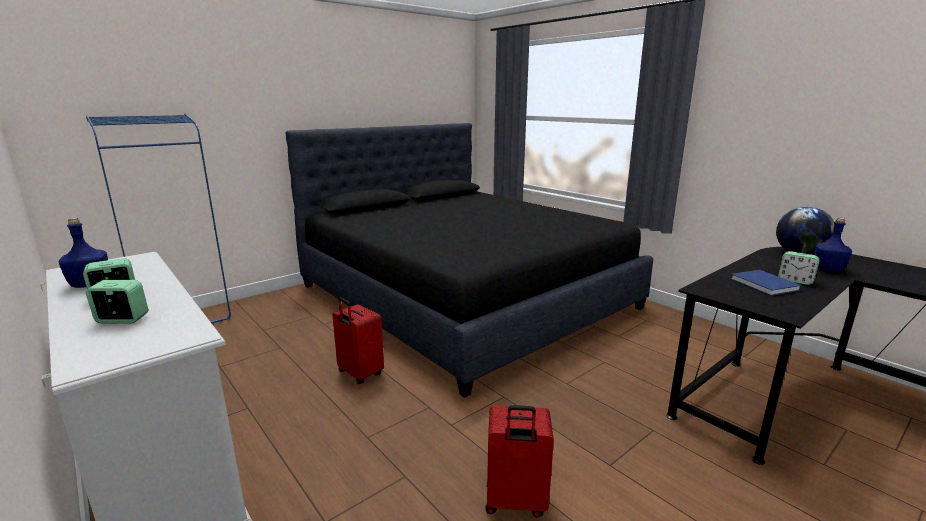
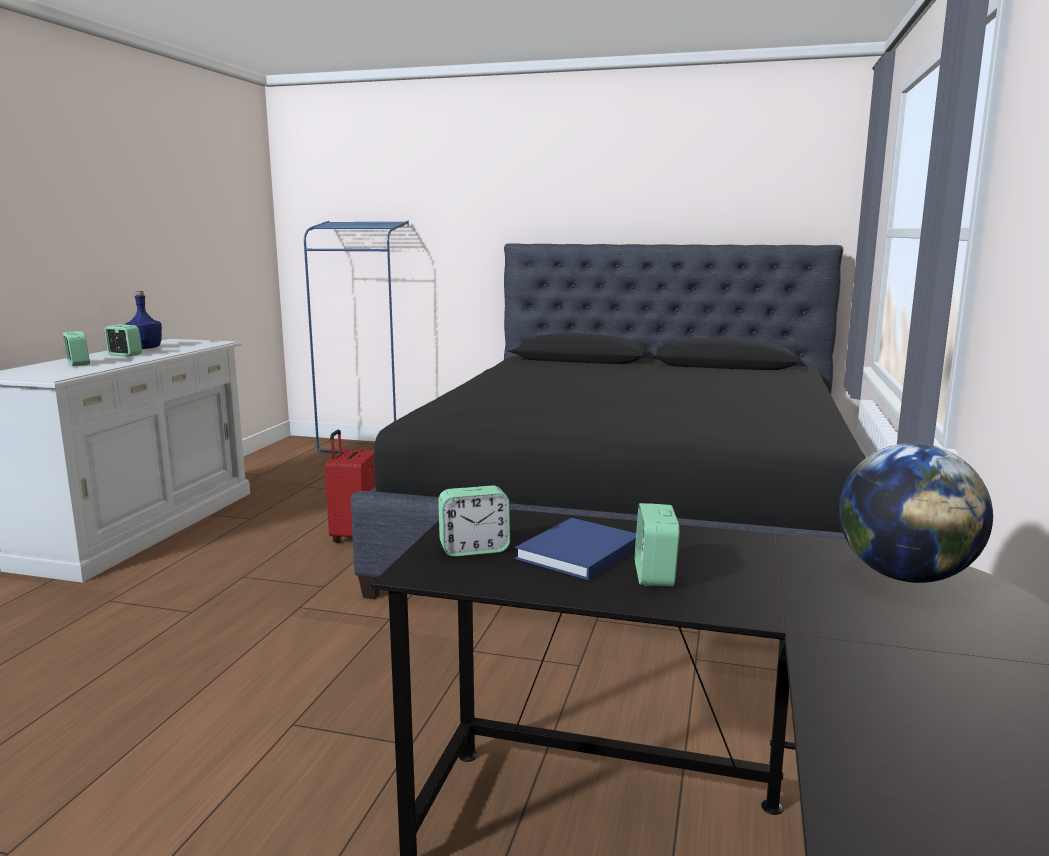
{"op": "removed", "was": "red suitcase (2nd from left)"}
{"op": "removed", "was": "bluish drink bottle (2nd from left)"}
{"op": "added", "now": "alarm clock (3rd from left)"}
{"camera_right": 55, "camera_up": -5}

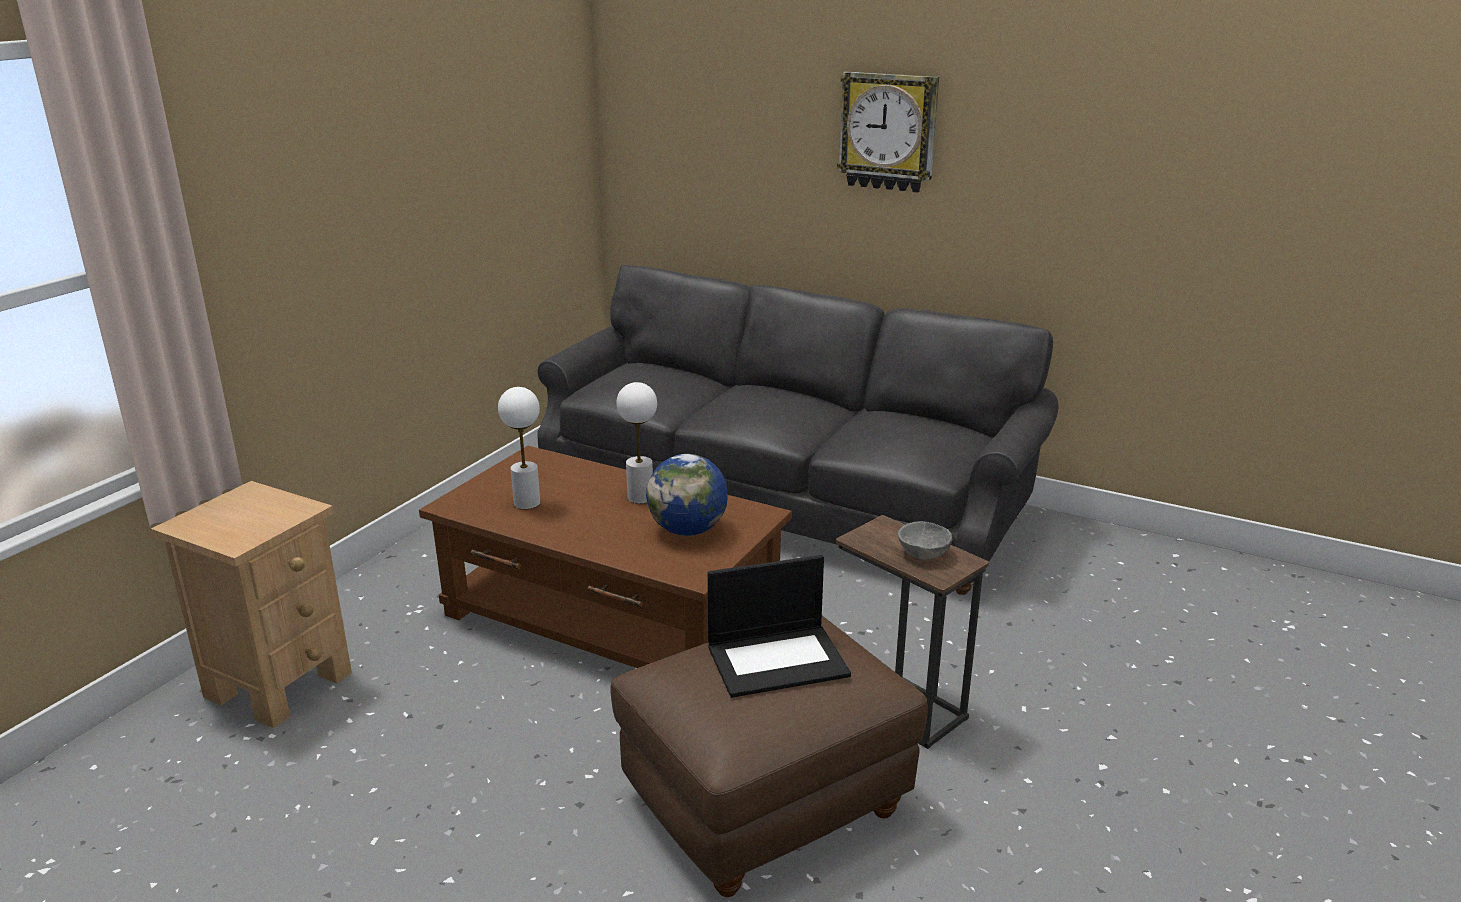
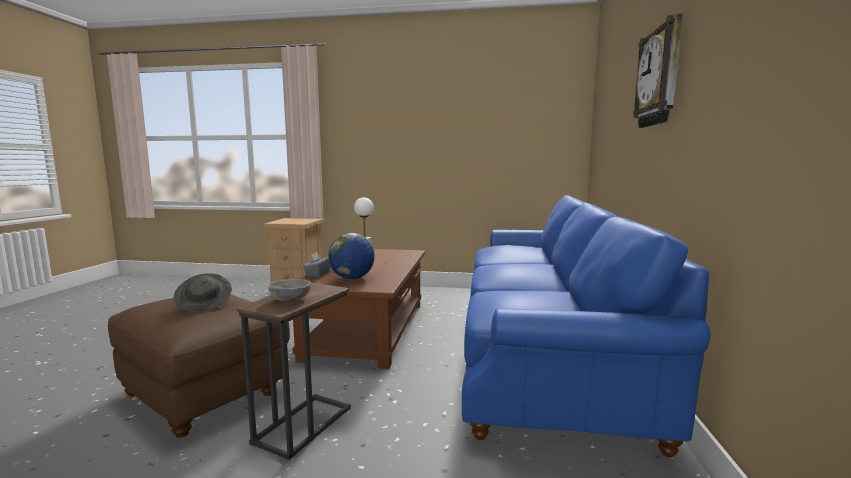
{"op": "removed", "was": "white lamp for a table (2nd from left)"}
{"op": "added", "now": "gray tissue box"}
{"op": "replaced", "was": "laptop", "now": "gray hat"}
{"op": "recoloured", "was": "black couch", "now": "bluish couch"}
{"camera_right": 70, "camera_up": -15}

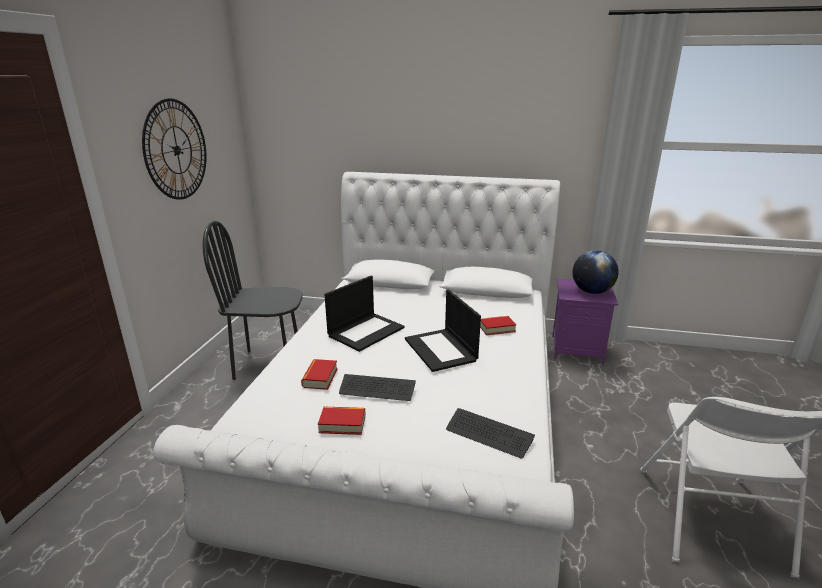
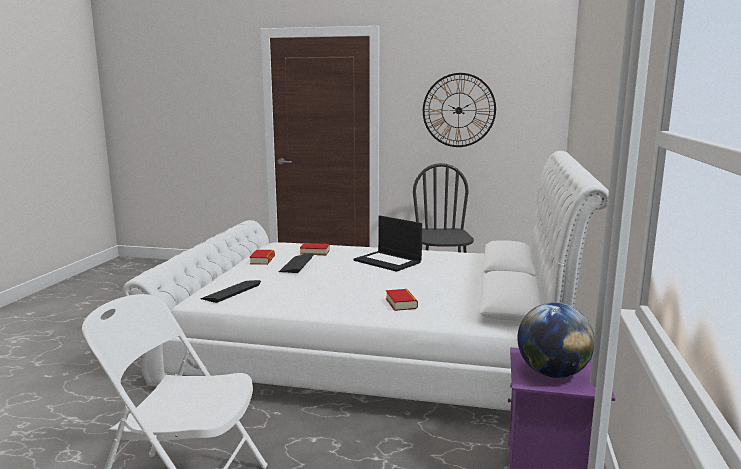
{"op": "removed", "was": "laptop (2nd from left)"}
{"camera_right": 90, "camera_up": -10}

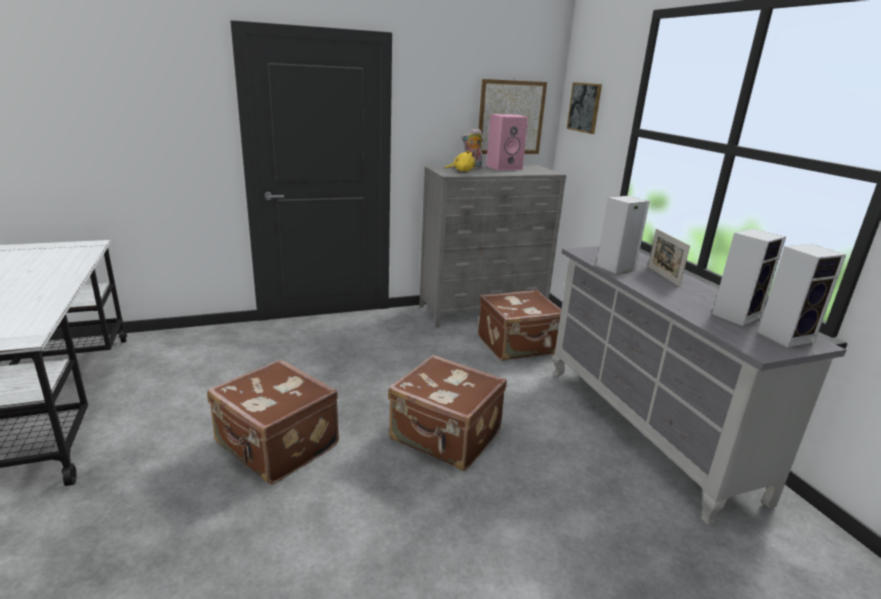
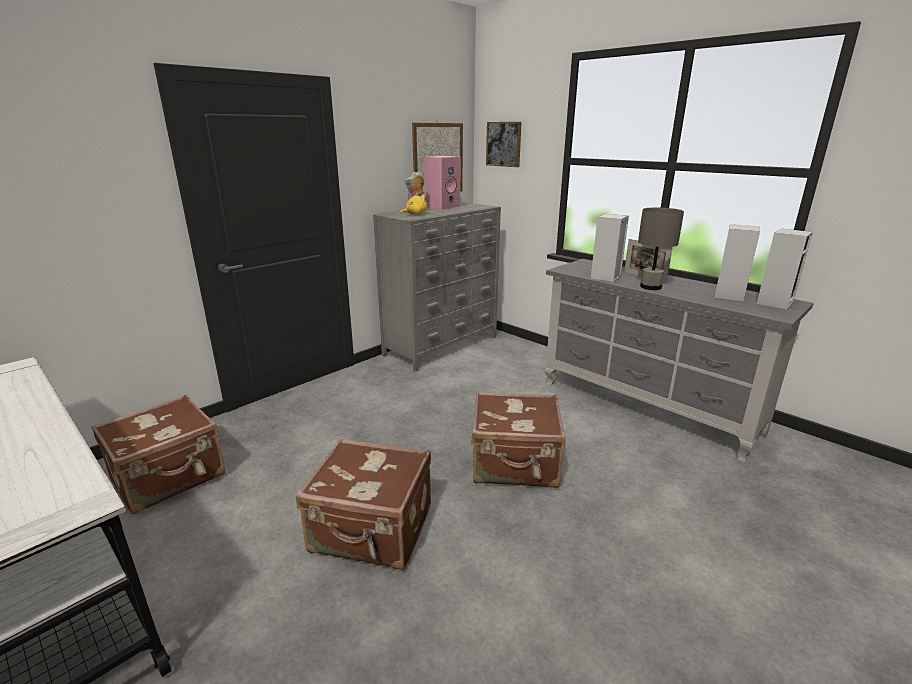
{"op": "added", "now": "gray lamp for a table"}
{"op": "moved", "was": "brownish suitcase (3rd from left in the first image)", "now": "brownish suitcase (1st from left)"}
{"camera_right": -25, "camera_up": 0}

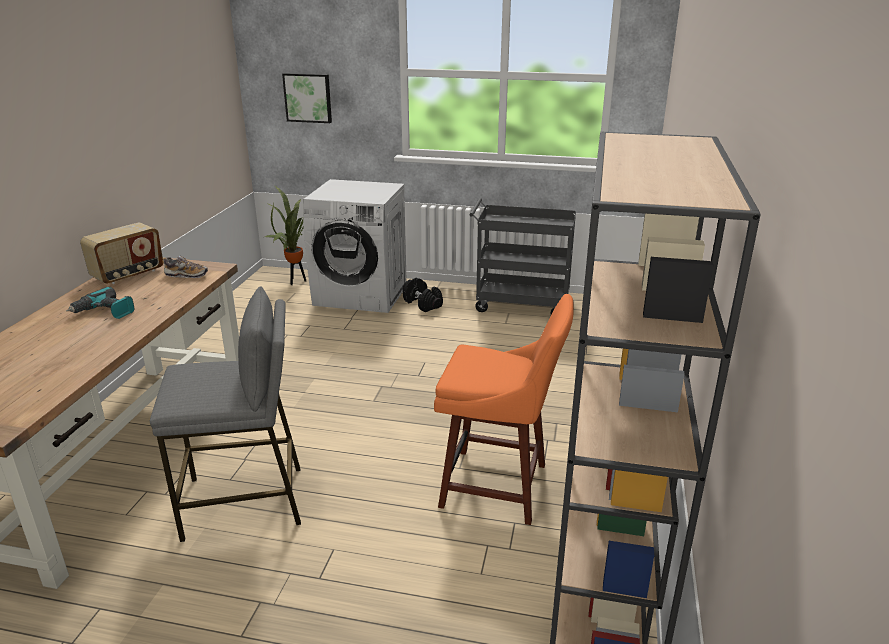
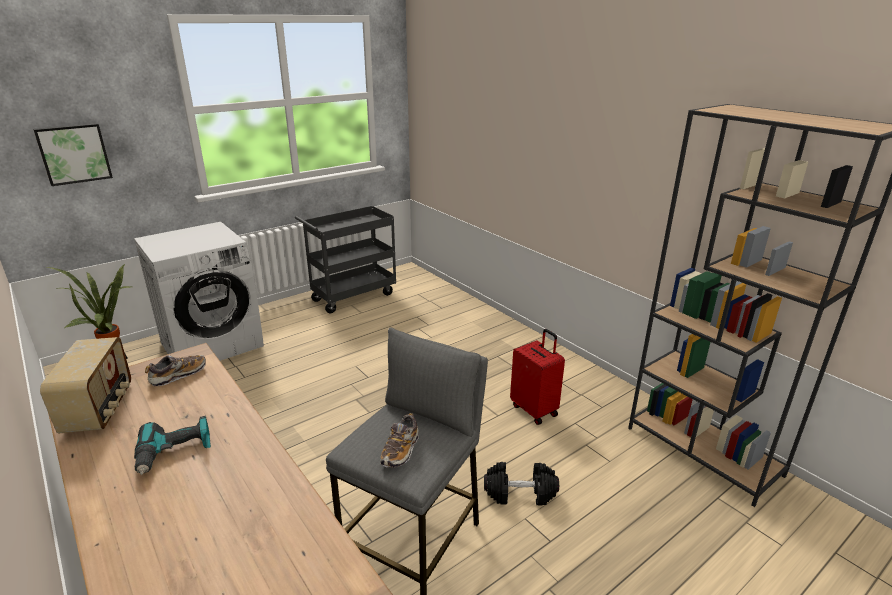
{"op": "added", "now": "item of footwear (2nd from left)"}
{"op": "moved", "was": "black free weight"}
{"op": "replaced", "was": "orange-coloured sitting stool", "now": "red suitcase"}
{"camera_right": -50, "camera_up": 0}

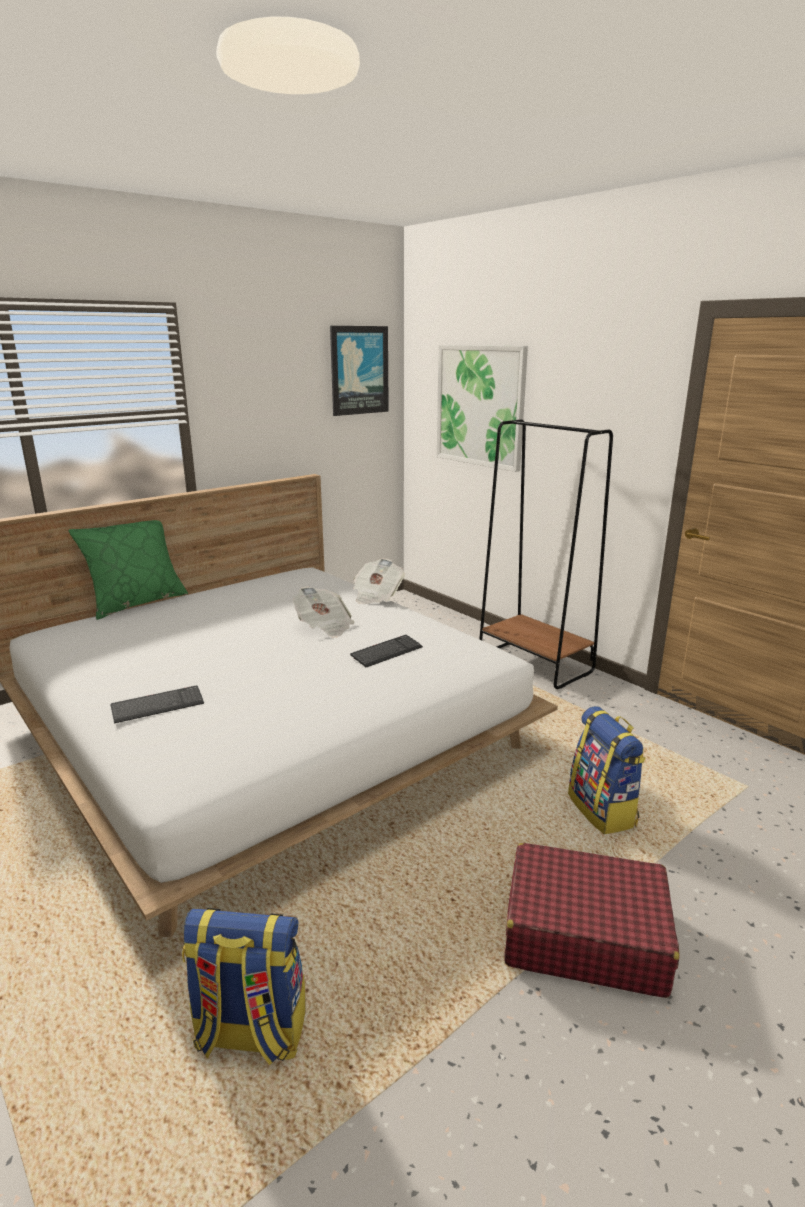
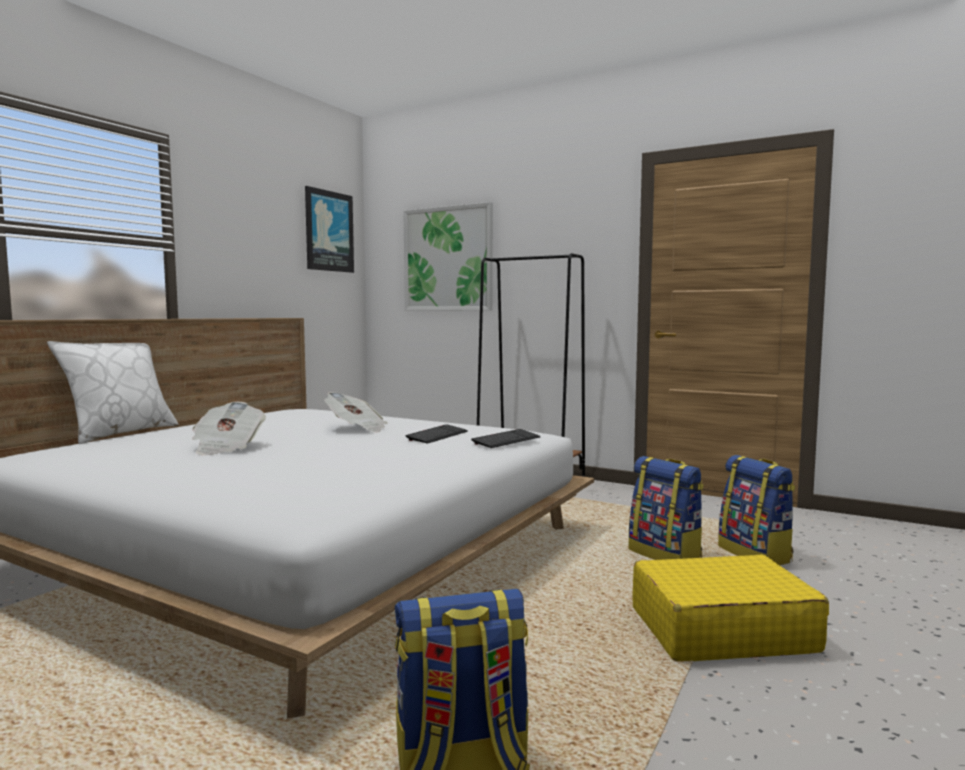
{"op": "added", "now": "backpack (3rd from left)"}
{"op": "moved", "was": "PC keyboard (1st from left in the first image)", "now": "PC keyboard (2nd from left)"}
{"op": "moved", "was": "daily paper (2nd from left in the first image)", "now": "daily paper (1st from left)"}
{"op": "recoloured", "was": "greenish cushion", "now": "white cushion"}
{"op": "recoloured", "was": "red suitcase", "now": "yellow suitcase"}
{"camera_right": -20, "camera_up": -15}

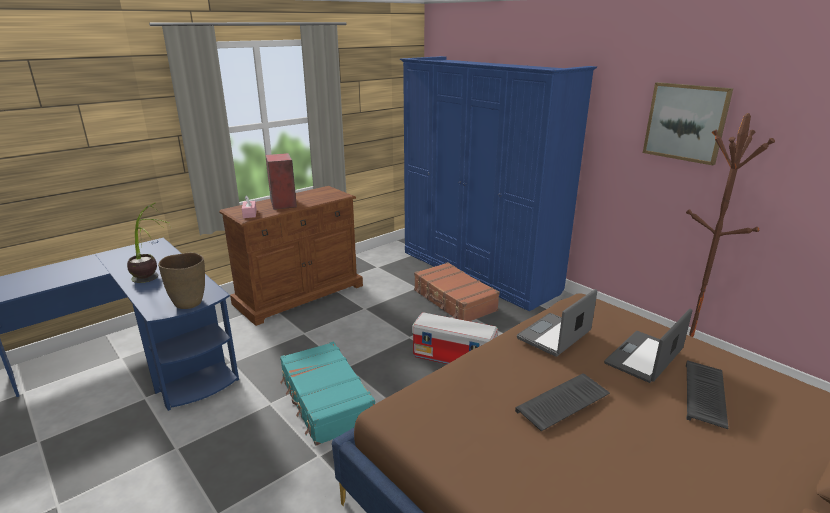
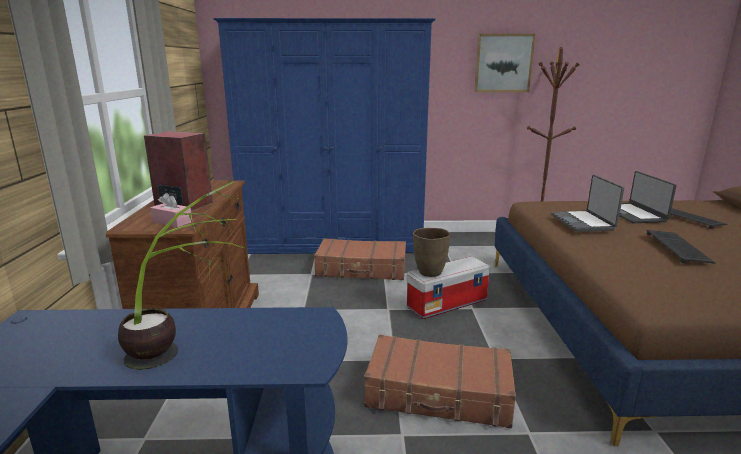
{"op": "moved", "was": "brownish decorative vase"}
{"op": "recoloured", "was": "turquoise-coloured suitcase", "now": "brownish suitcase (2nd from left)"}
{"camera_right": -50, "camera_up": -5}

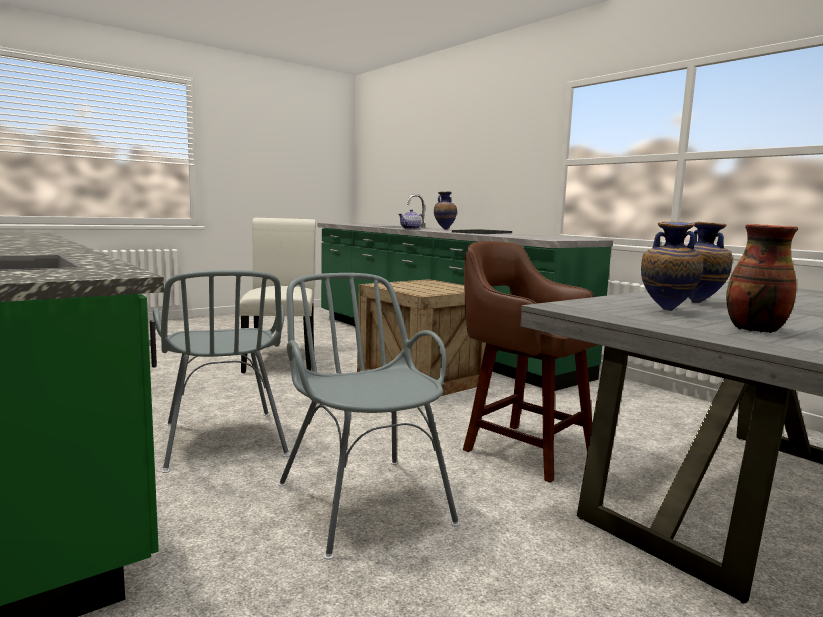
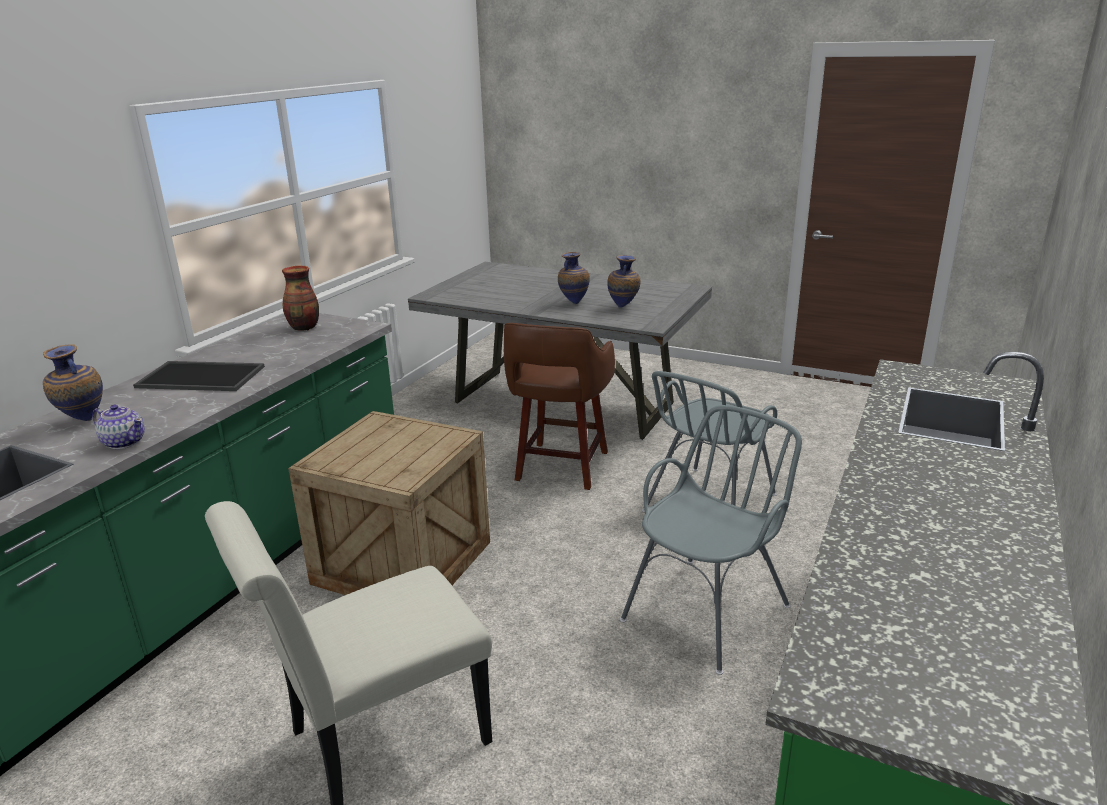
{"op": "moved", "was": "decorative vase (4th from left in the first image)", "now": "decorative vase (2nd from left)"}
{"camera_right": -115, "camera_up": 15}

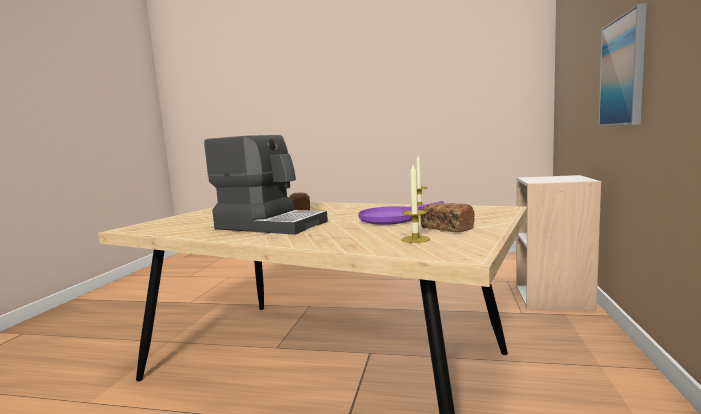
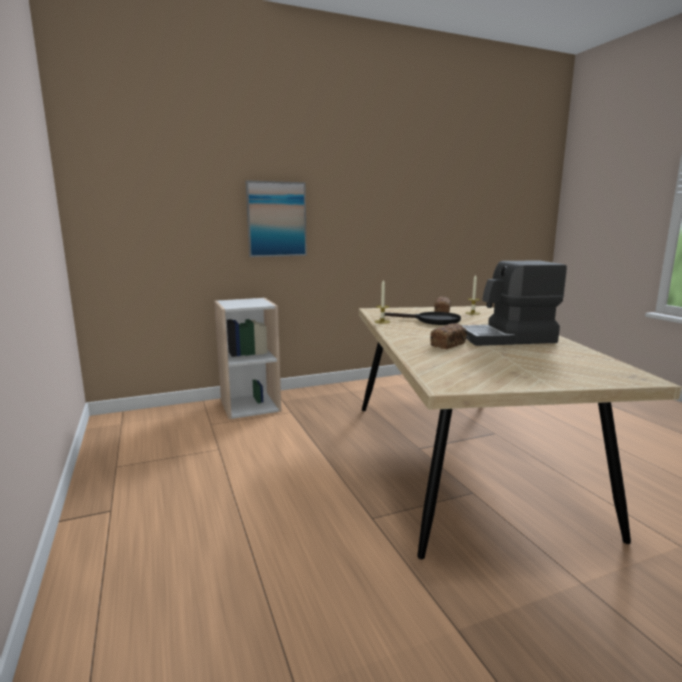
{"op": "recoloured", "was": "purple-coloured pan", "now": "black pan"}
{"op": "turned", "was": "coffee brewer", "clockwise": -90}
{"camera_right": -125, "camera_up": 5}

